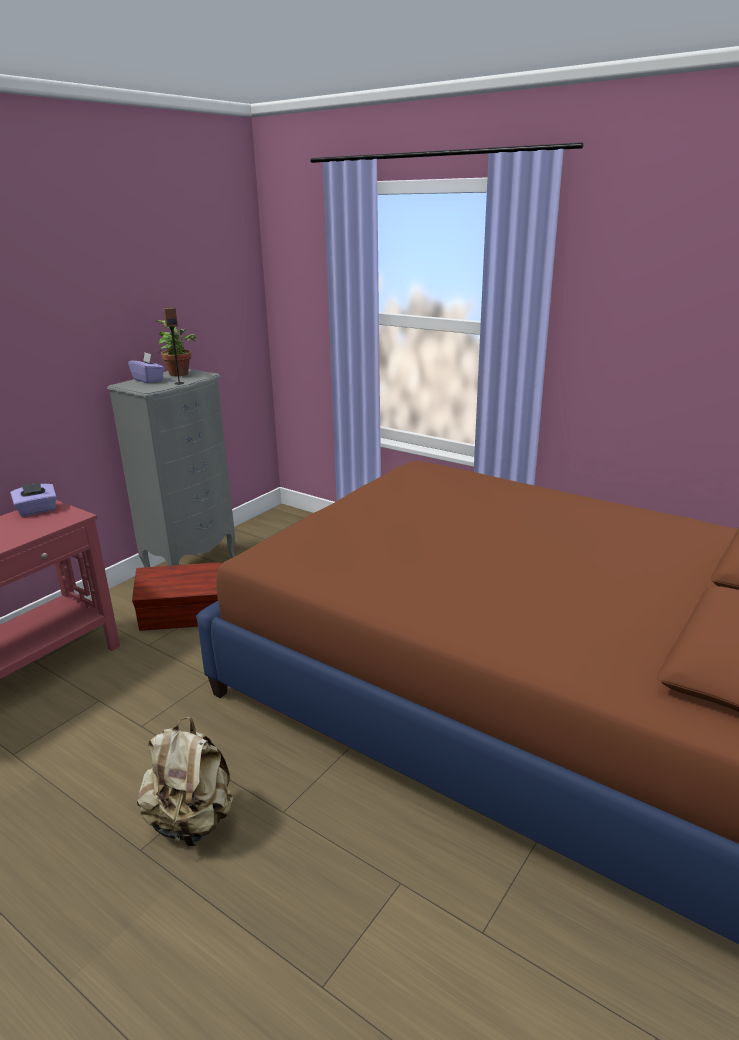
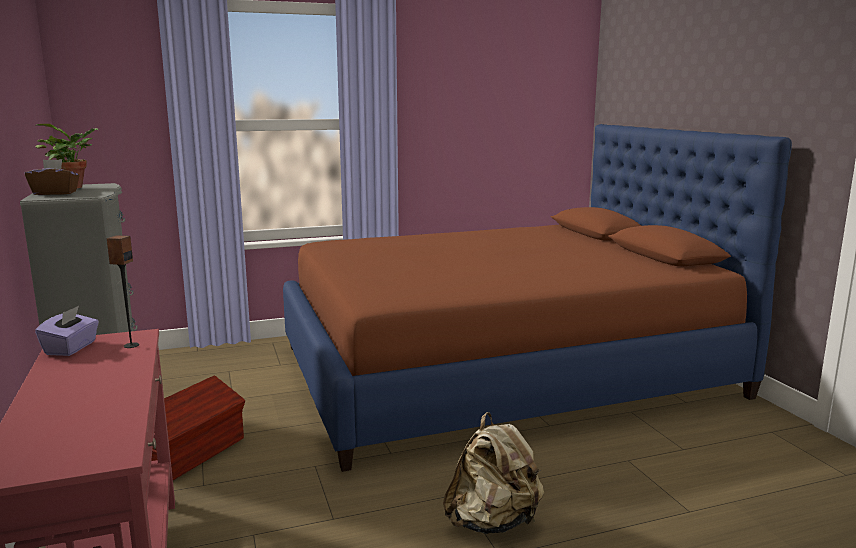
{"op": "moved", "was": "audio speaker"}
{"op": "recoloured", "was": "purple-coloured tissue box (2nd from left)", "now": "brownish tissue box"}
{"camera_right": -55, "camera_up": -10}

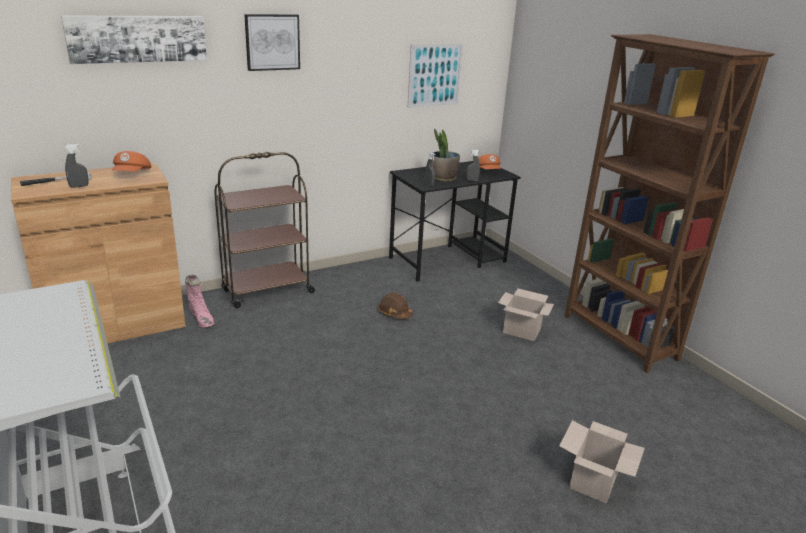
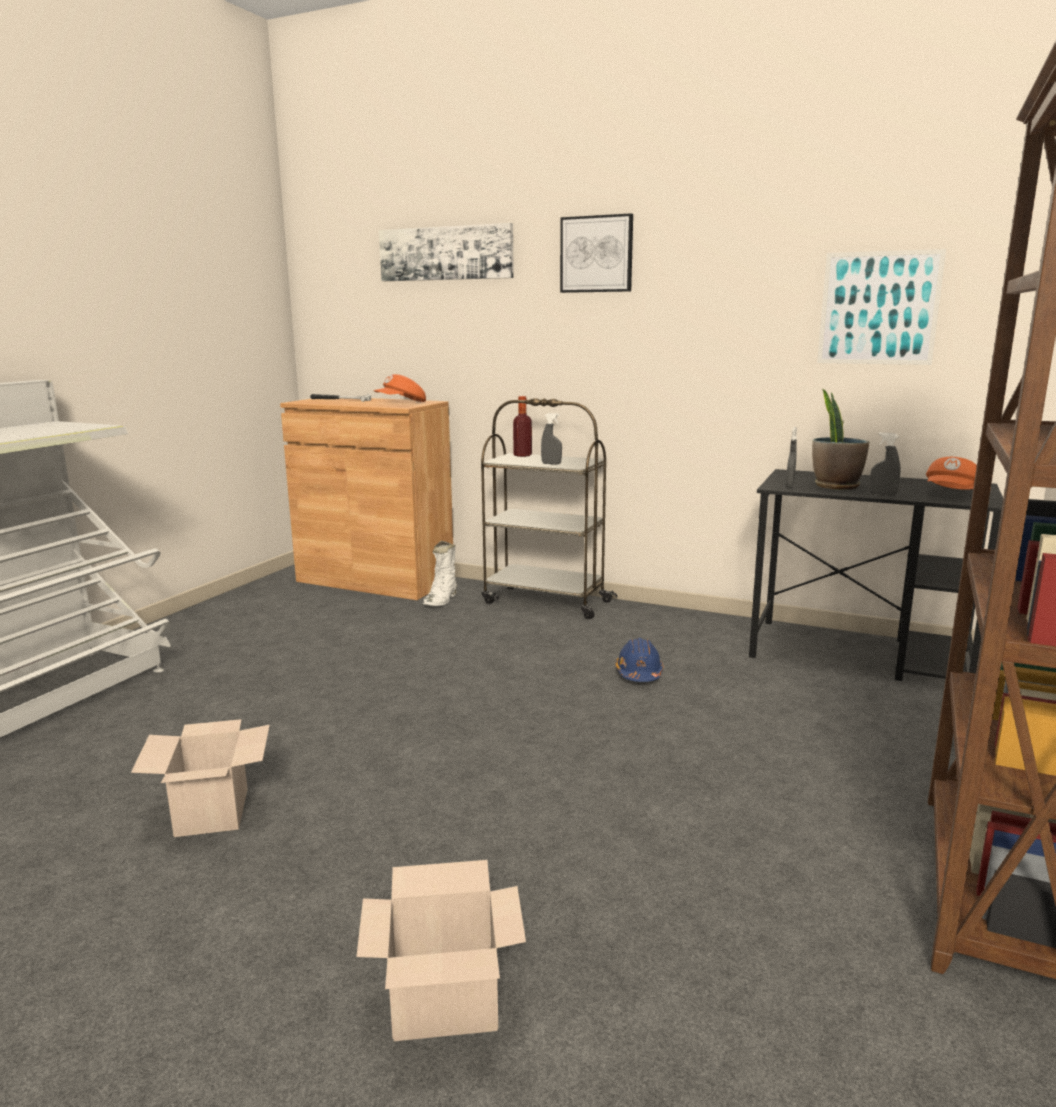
{"op": "added", "now": "drink bottle"}
{"op": "moved", "was": "gray spray bottle (1st from left)"}
{"op": "moved", "was": "cardboard box (1st from left)"}
{"op": "recoloured", "was": "pinkish boot", "now": "white boot"}
{"op": "recoloured", "was": "brownish trolley", "now": "gray trolley"}
{"op": "recoloured", "was": "brownish hard hat", "now": "bluish hard hat"}
{"camera_right": 55, "camera_up": -10}

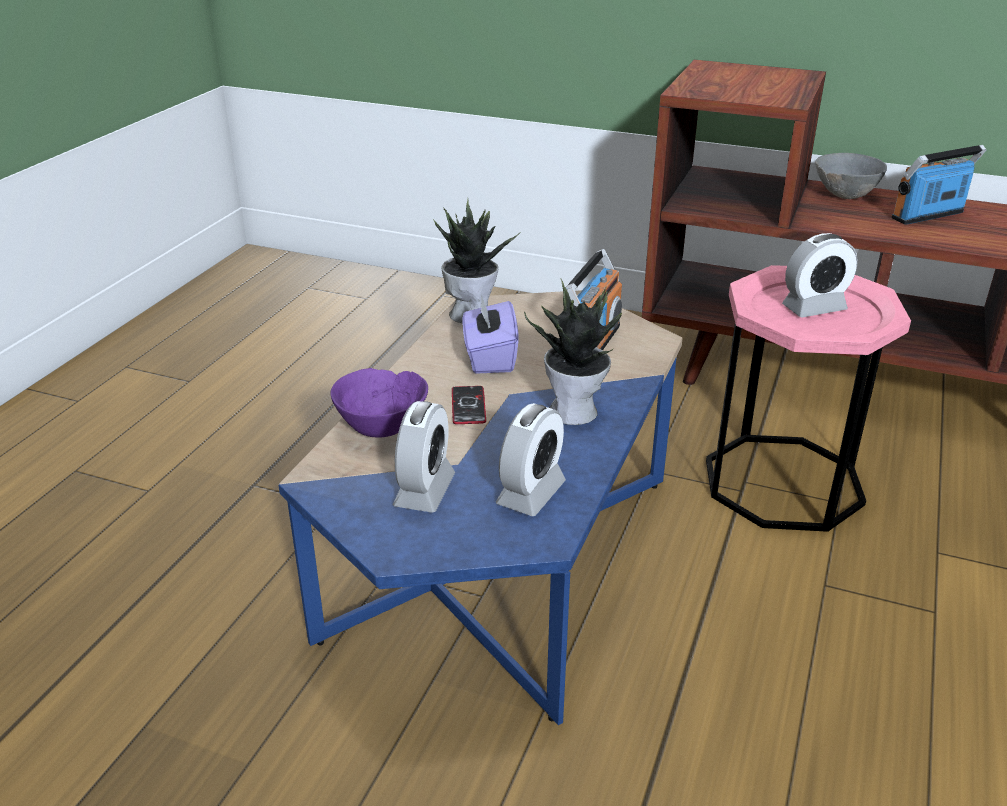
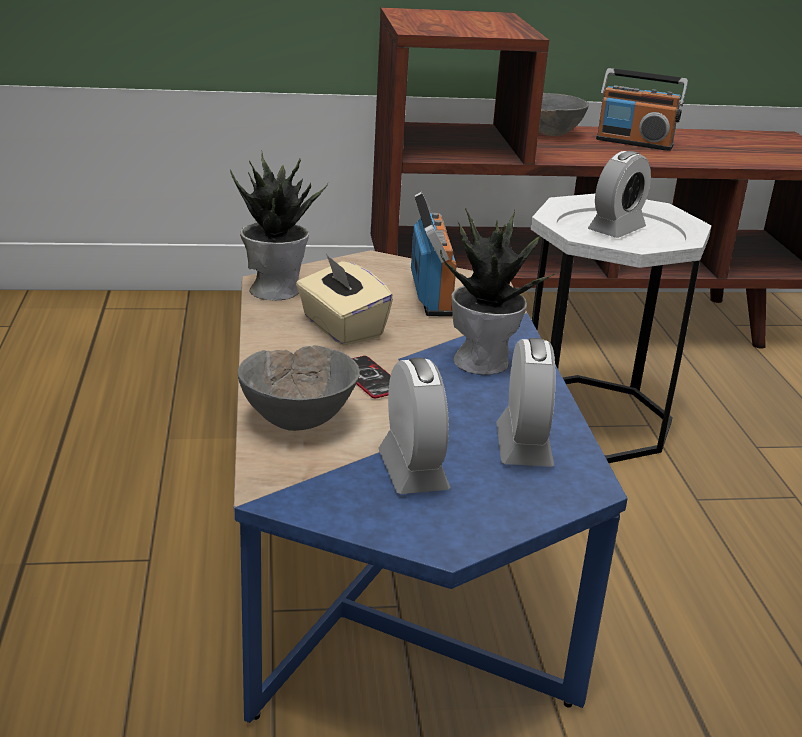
{"op": "recoloured", "was": "purple-coloured deep dish", "now": "gray deep dish (1st from left)"}
{"op": "recoloured", "was": "purple-coloured tissue box", "now": "beige tissue box"}
{"op": "recoloured", "was": "pinkish accent table", "now": "white accent table"}
{"op": "turned", "was": "radio receiver (2nd from left)", "clockwise": -105}
{"camera_right": -30, "camera_up": -5}

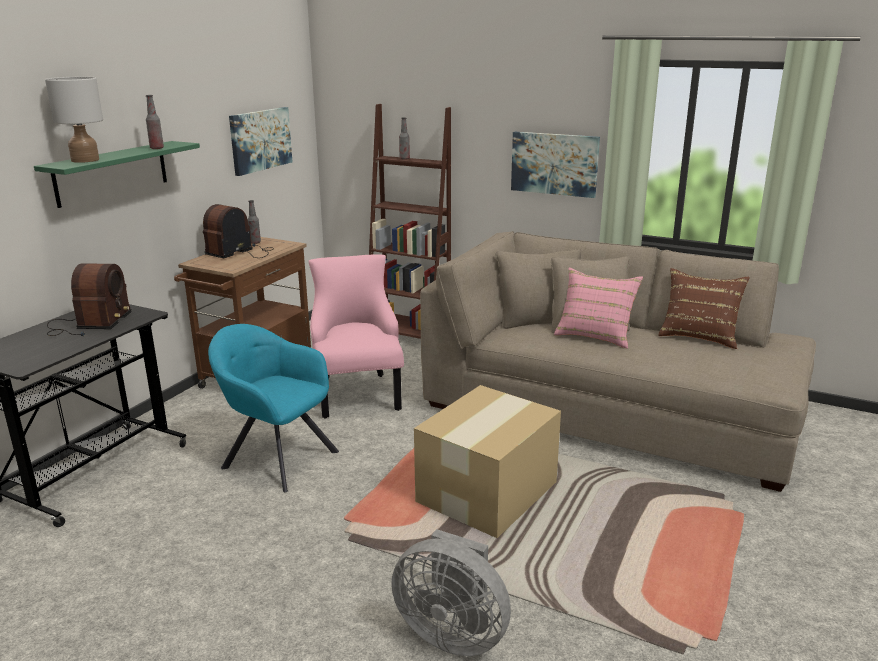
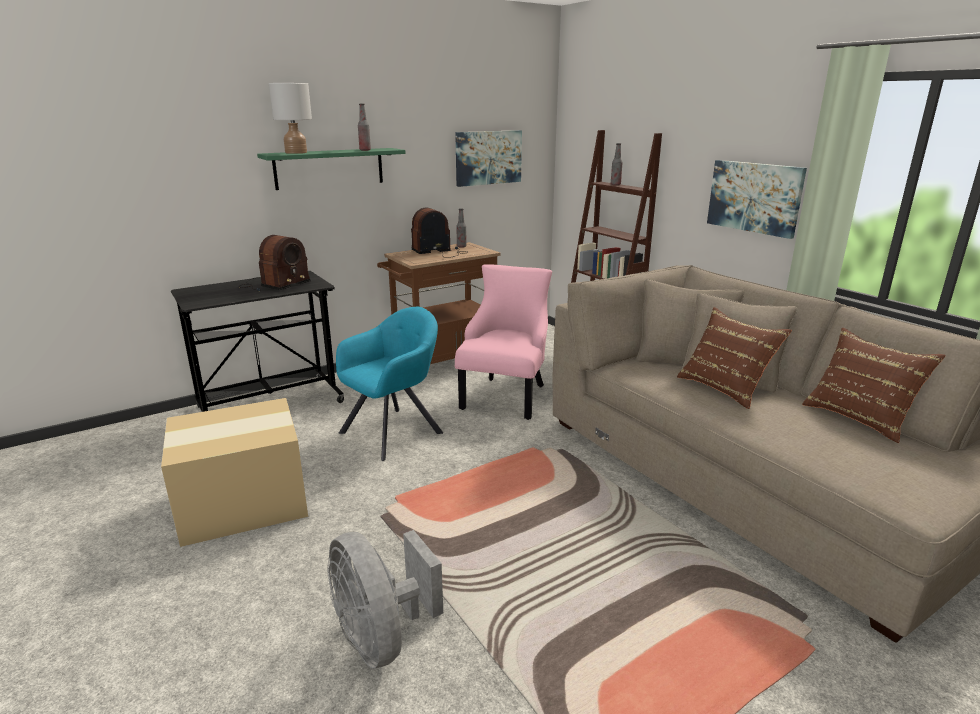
{"op": "moved", "was": "cardboard box"}
{"op": "recoloured", "was": "pinkish cushion", "now": "brownish cushion (1st from left)"}
{"op": "turned", "was": "turquoise-coloured armchair", "clockwise": 75}
{"camera_right": 30, "camera_up": 0}

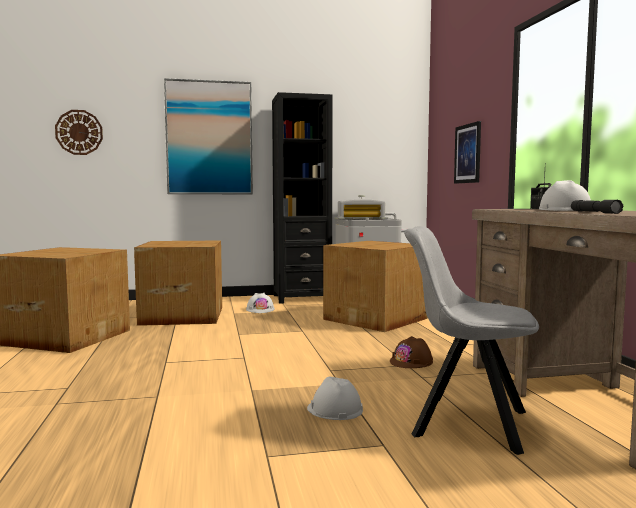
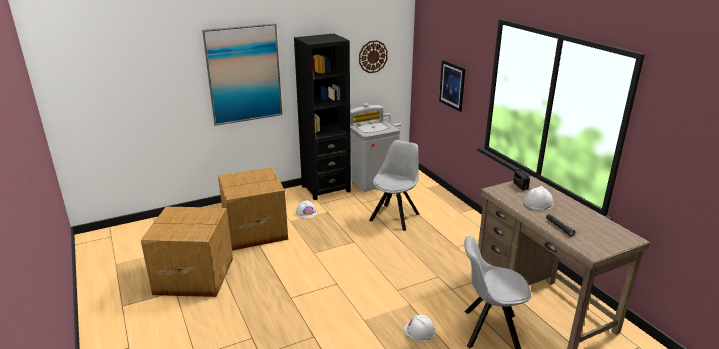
{"op": "removed", "was": "brownish hard hat"}
{"op": "moved", "was": "clock on the wall"}
{"op": "replaced", "was": "cardboard box (3rd from left)", "now": "gray plain chair (1st from left)"}
{"camera_right": -15, "camera_up": 20}

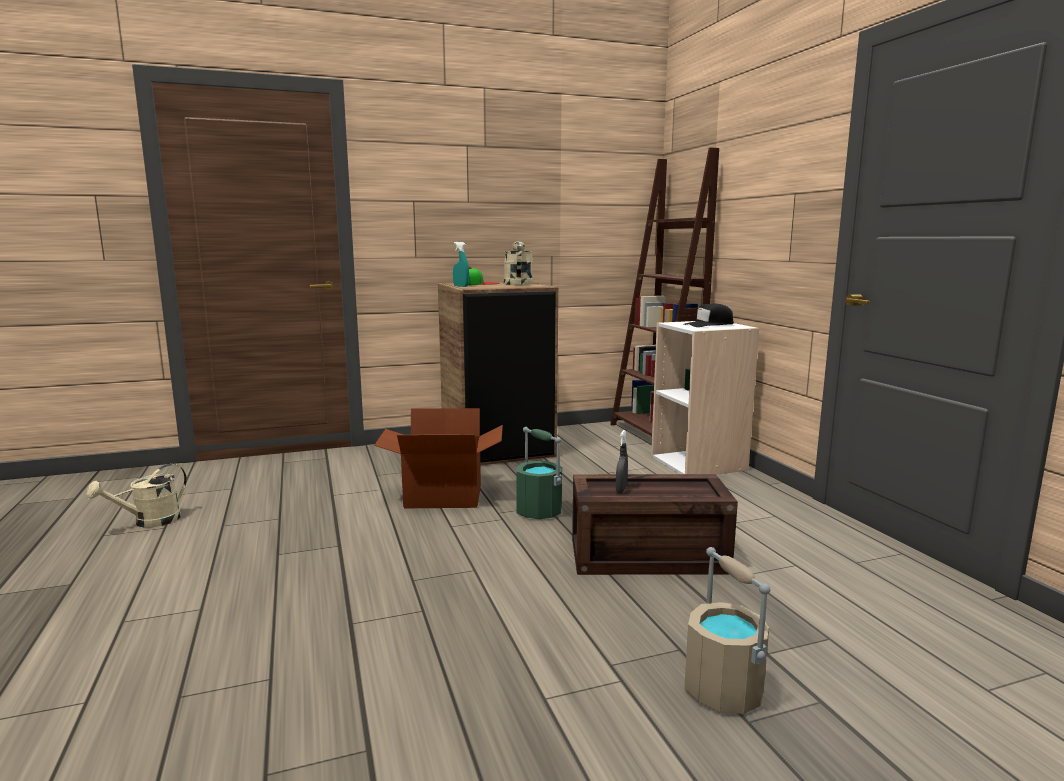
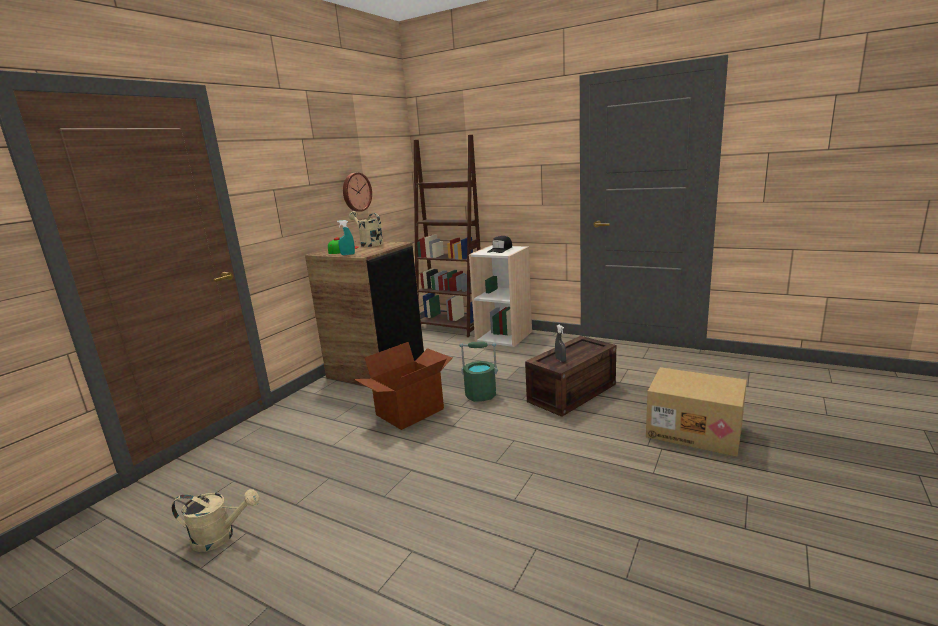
{"op": "added", "now": "clock on the wall"}
{"op": "replaced", "was": "beige pail", "now": "cardboard box (2nd from left)"}
{"op": "turned", "was": "beige sprinkling can (1st from left)", "clockwise": -90}
{"camera_right": -40, "camera_up": 5}

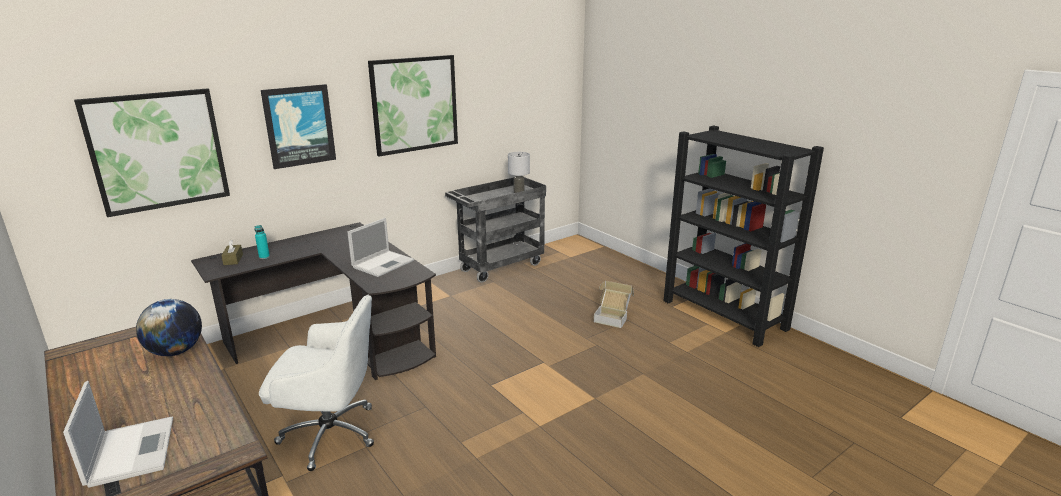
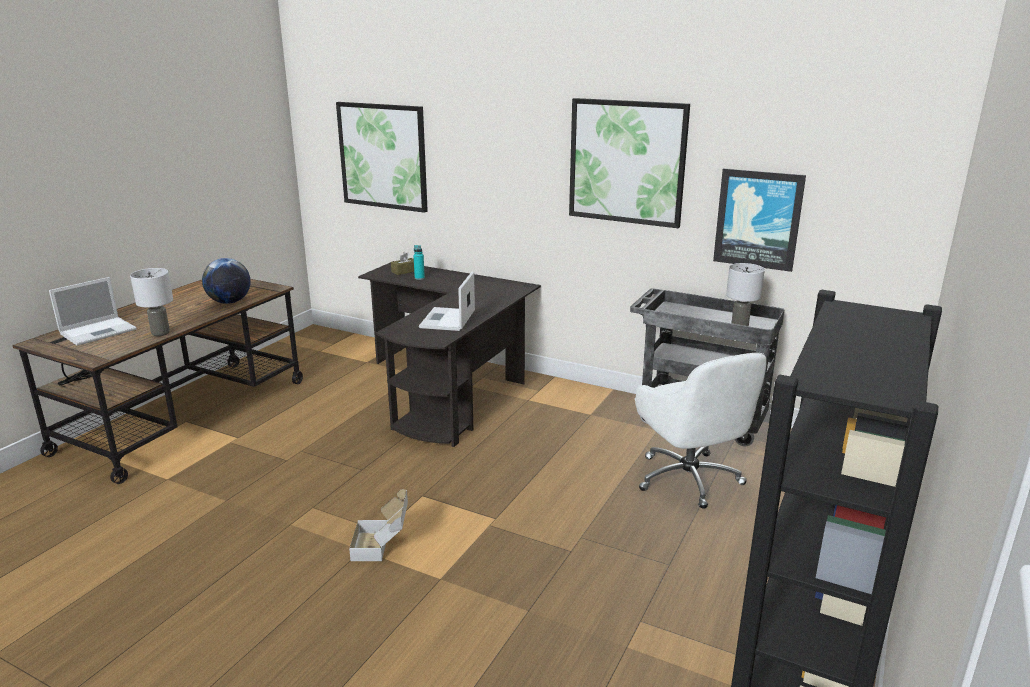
{"op": "added", "now": "white lamp for a table (1st from left)"}
{"op": "moved", "was": "white computer chair"}
{"op": "moved", "was": "picture (2nd from left in the first image)", "now": "picture (3rd from left)"}
{"op": "moved", "was": "cardboard box"}
{"op": "turned", "was": "laptop (2nd from left)", "clockwise": 90}
{"camera_right": 65, "camera_up": 0}

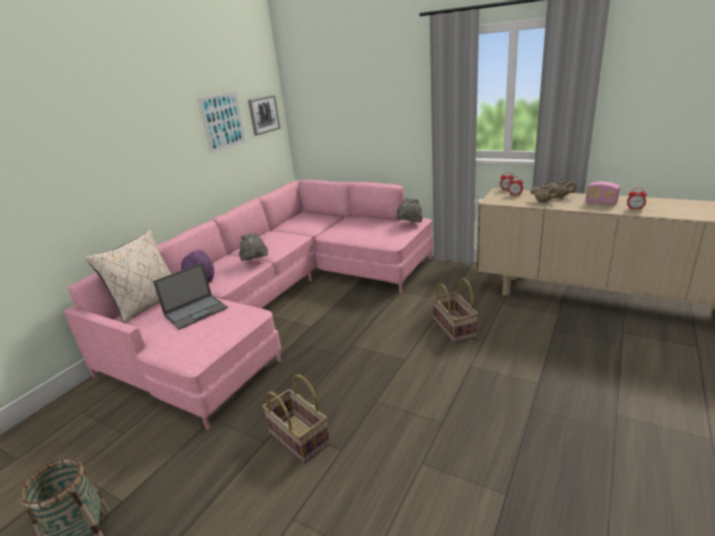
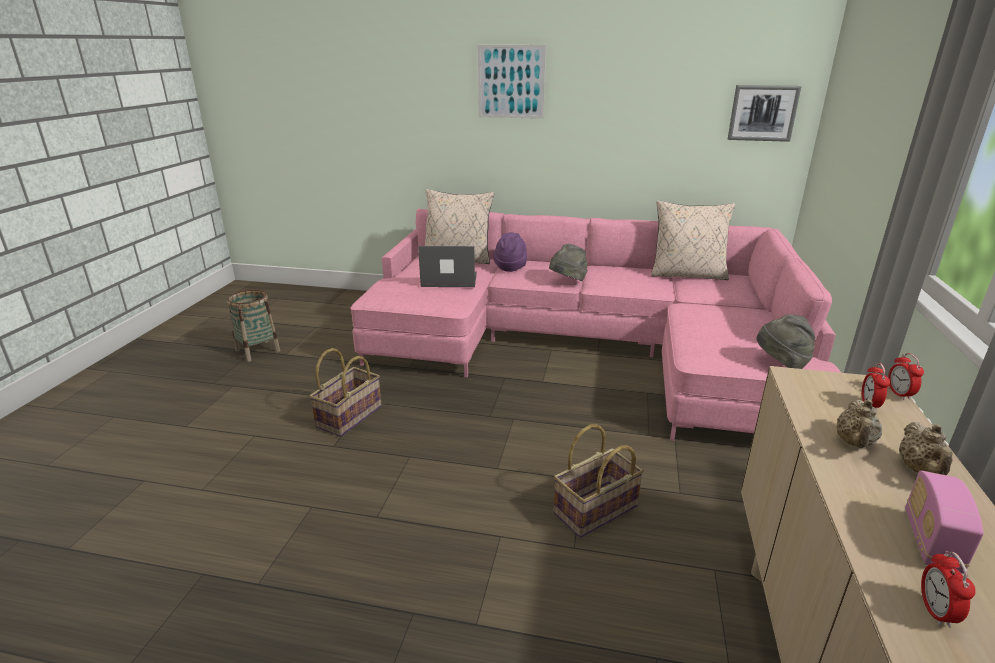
{"op": "added", "now": "beige cushion (2nd from left)"}
{"op": "moved", "was": "picture (1st from left)"}
{"op": "turned", "was": "laptop", "clockwise": 150}
{"camera_right": 70, "camera_up": 0}

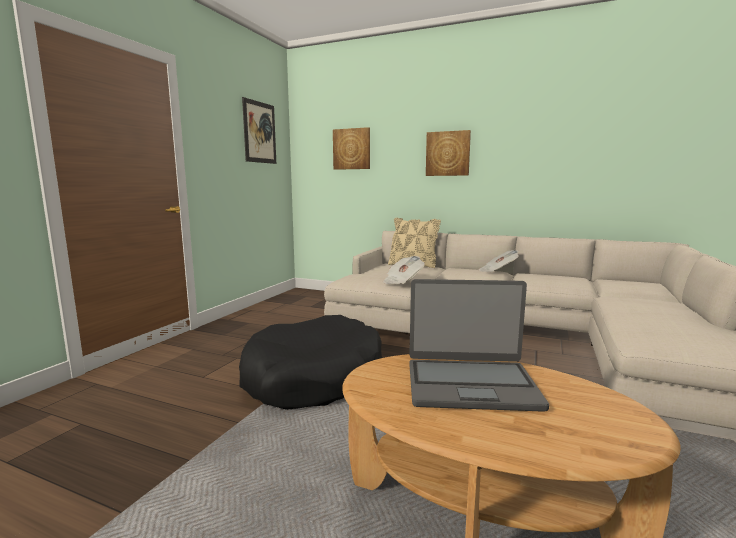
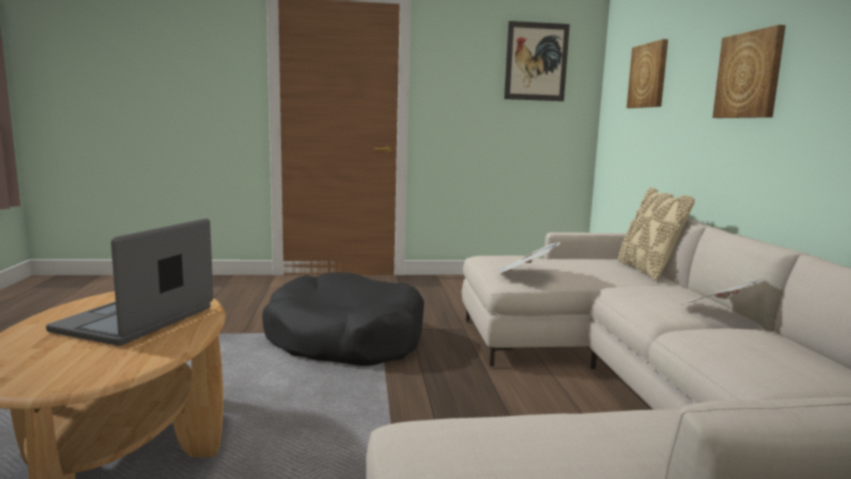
{"op": "turned", "was": "laptop", "clockwise": 45}
{"camera_right": 60, "camera_up": 0}

